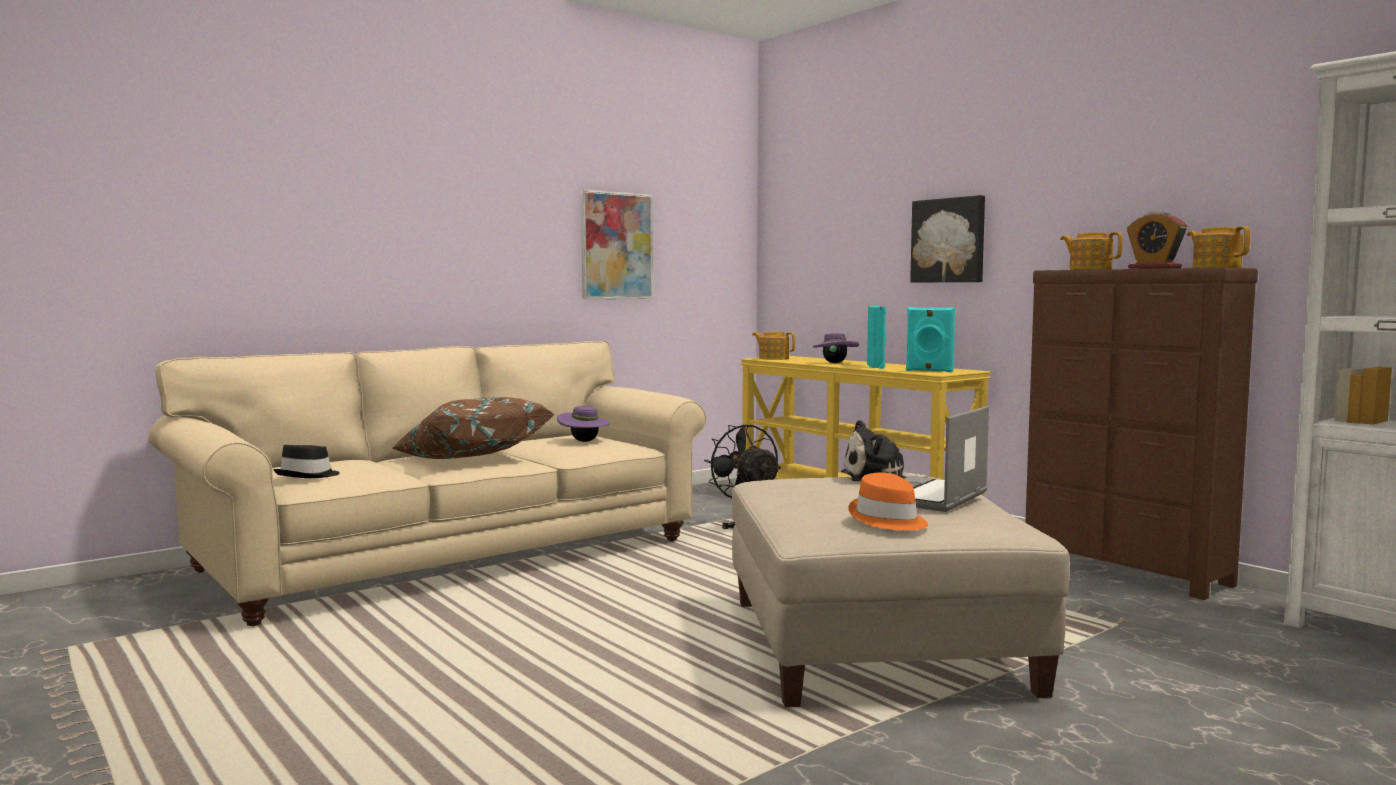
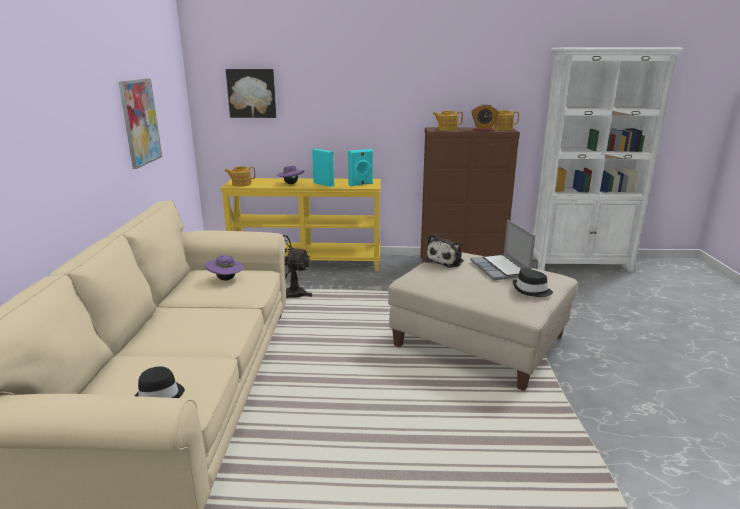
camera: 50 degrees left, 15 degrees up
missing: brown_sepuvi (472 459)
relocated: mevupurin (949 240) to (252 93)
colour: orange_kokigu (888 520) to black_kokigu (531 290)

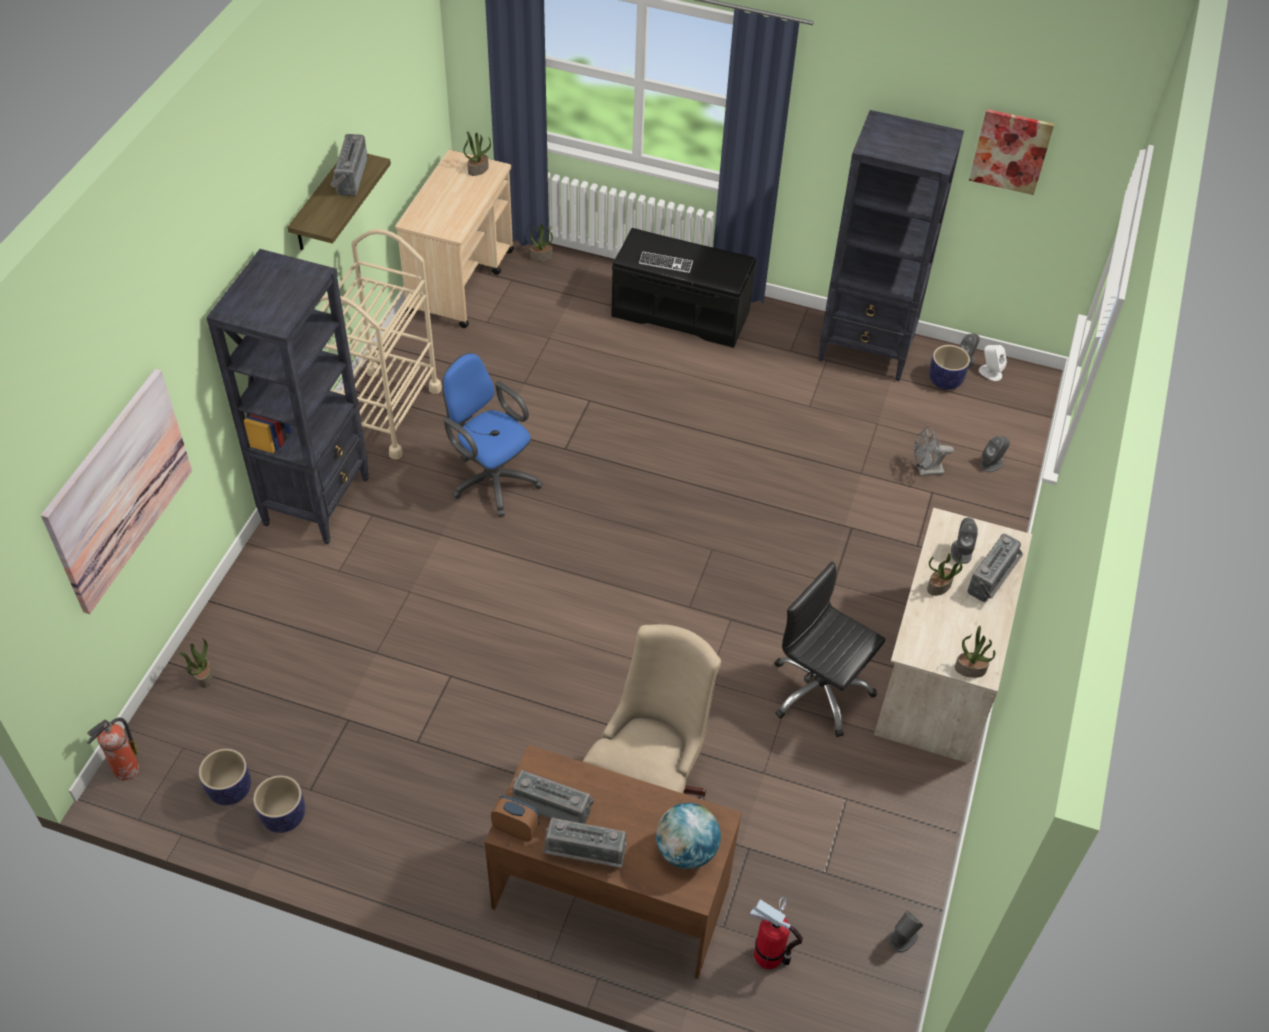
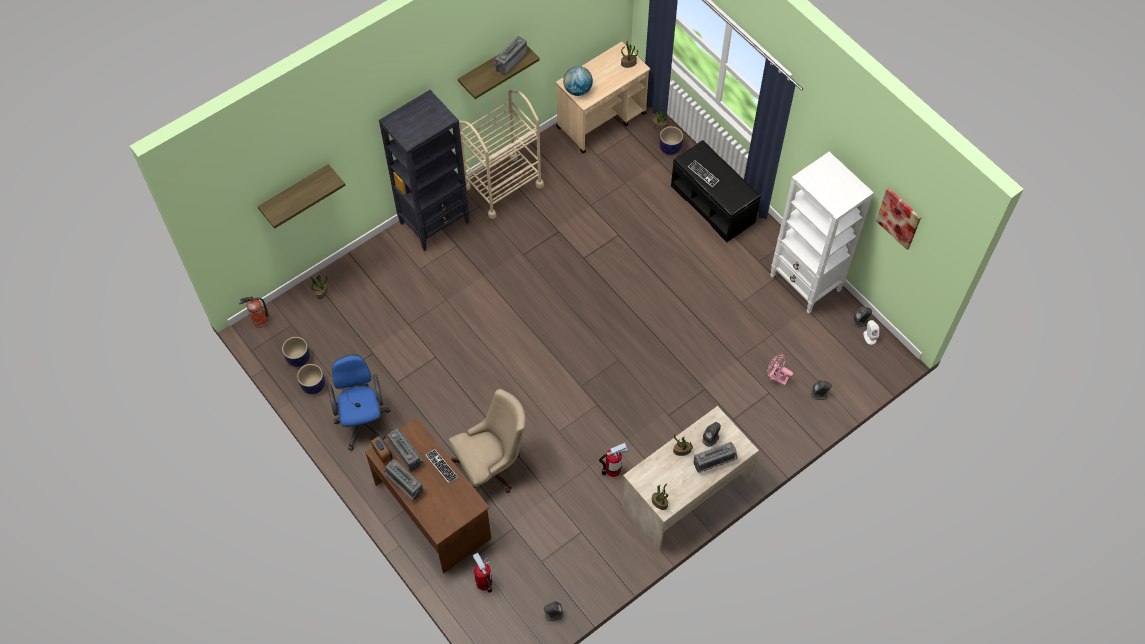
camera: 35 degrees right, 10 degrees up
appeared: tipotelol (441 466)
relocated: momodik (944 381) to (670 148); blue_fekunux (491 479) to (363 421); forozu (686 850) to (577 90)
exchanged: mevupurin (119 490) to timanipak (295 192); black_fekunux (820 692) to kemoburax (612 470)
colour: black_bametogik (866 350) to white_bametogik (805 284); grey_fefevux (925 471) to pink_fefevux (776 378)

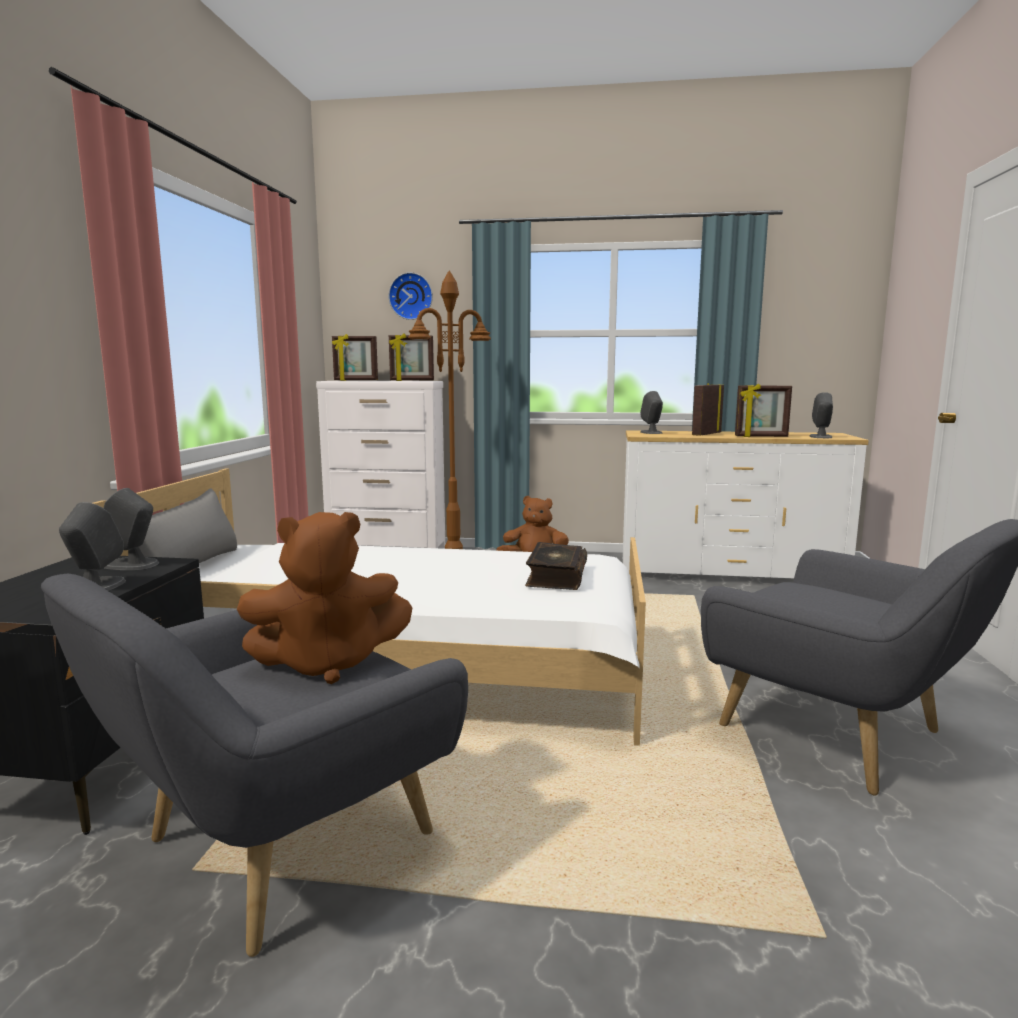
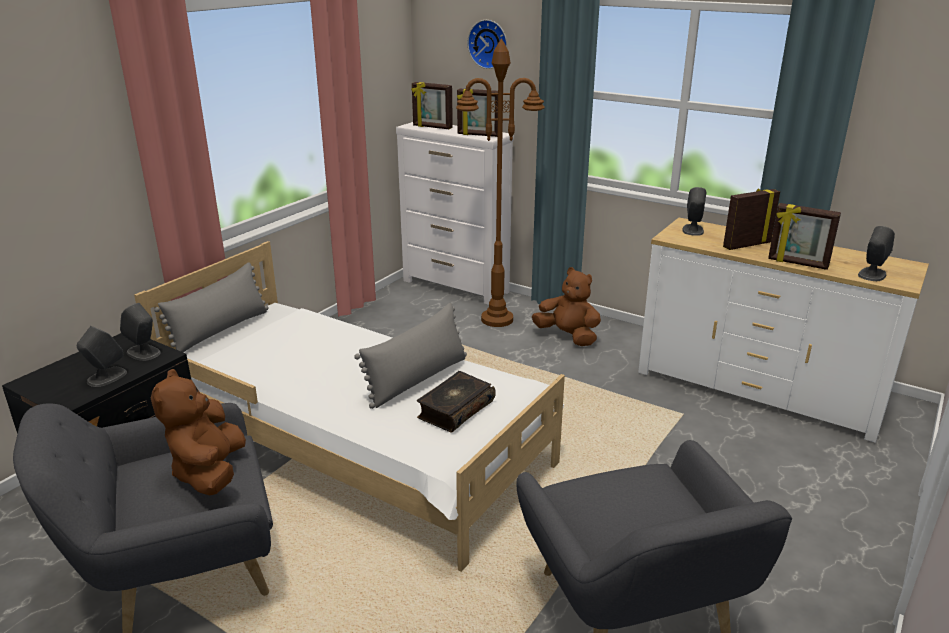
camera: 25 degrees right, 15 degrees up
appeared: grey_sepuvi (417 379)
spun: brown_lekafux (328 663) = (209 472) 75 degrees clockwise

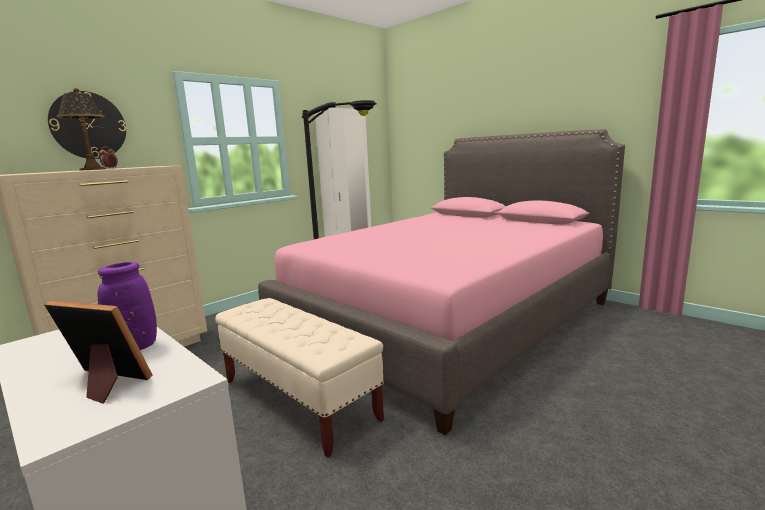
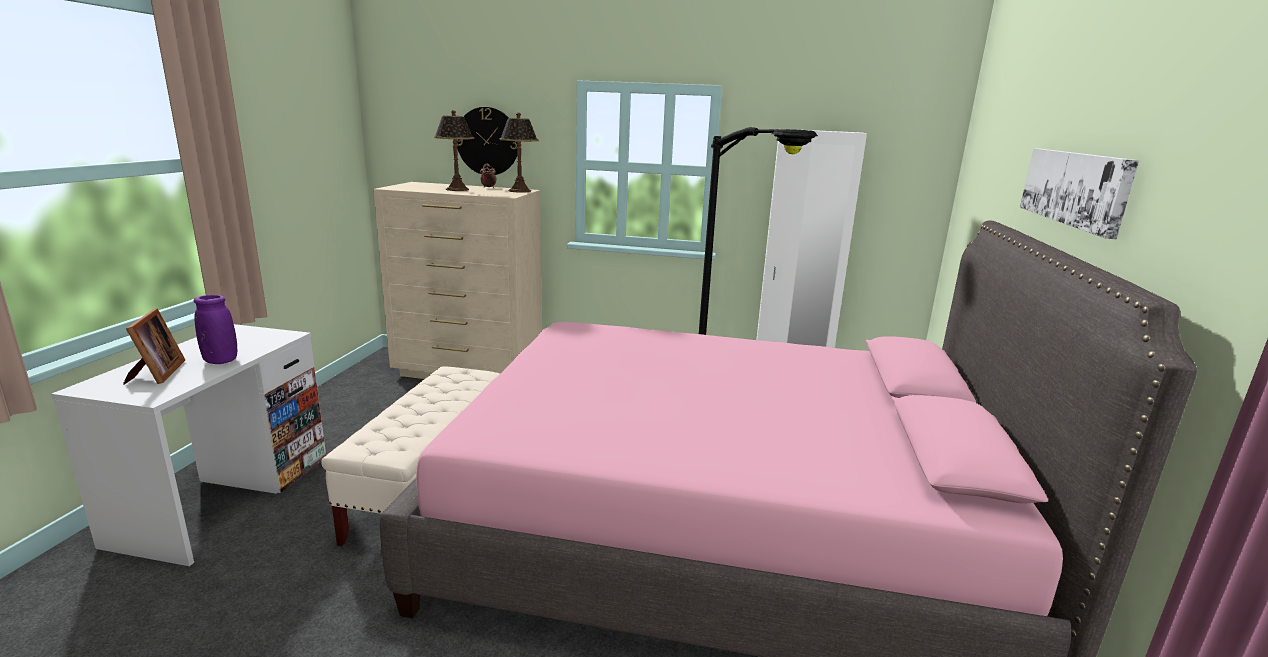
camera: 55 degrees right, 5 degrees up
appeared: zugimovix (519 191); mevupurin (1074 188)

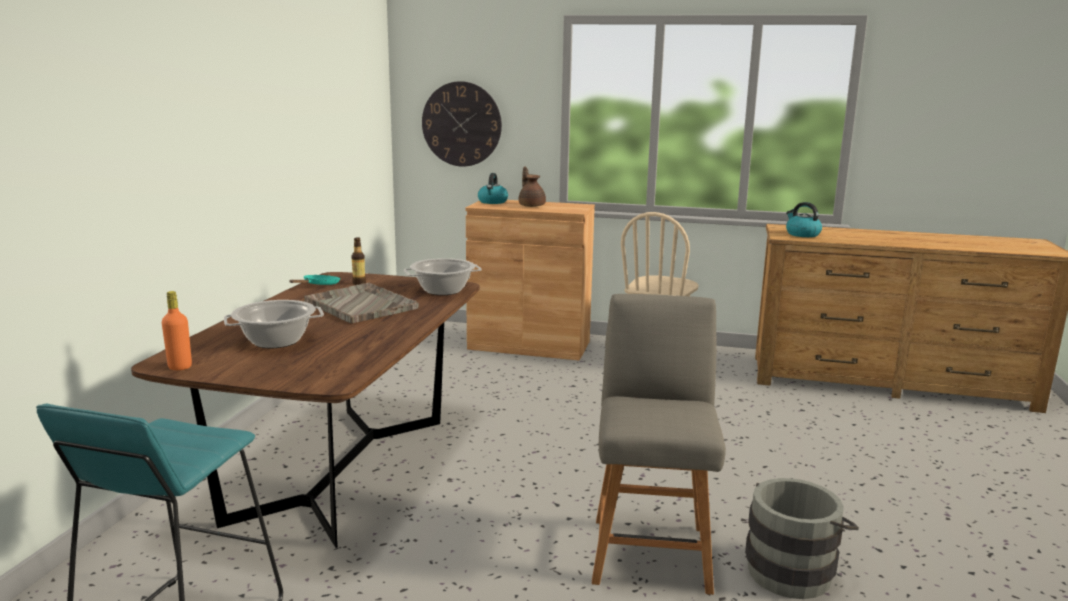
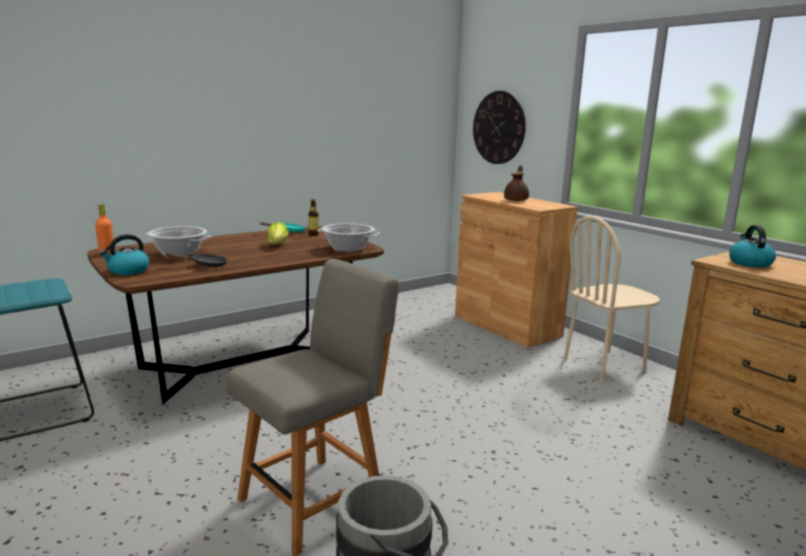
camera: 40 degrees right, 0 degrees up
appeared: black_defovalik (205 265)
relocated: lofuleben (493 202) to (128 271)
exchanged: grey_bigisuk (360 305) to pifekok (276 246)

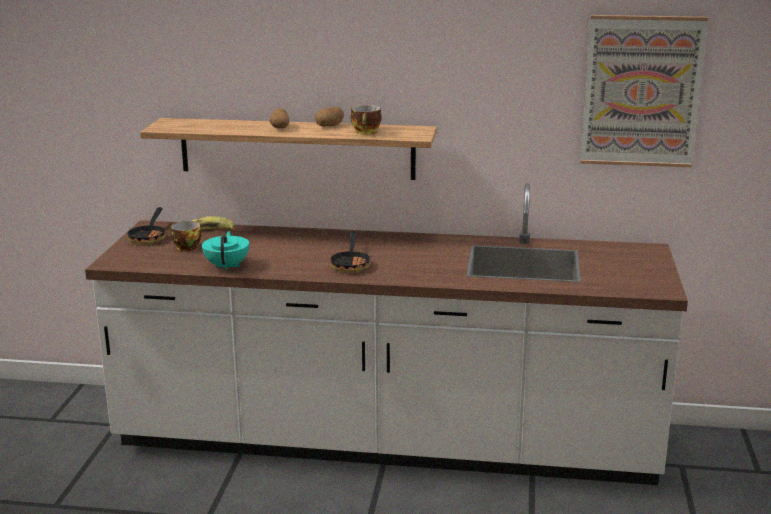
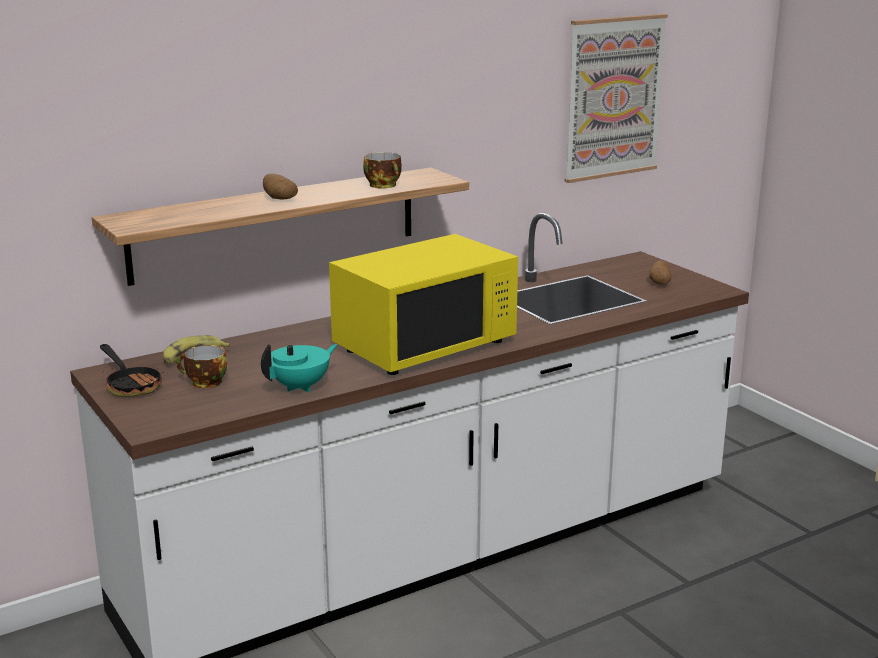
camera: 40 degrees left, 0 degrees up
relocated: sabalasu (329 126) to (660 282)
exchanged: defovalik (351 264) to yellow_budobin (424 345)
spun: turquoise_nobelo (227 266) = (301 387) 90 degrees clockwise

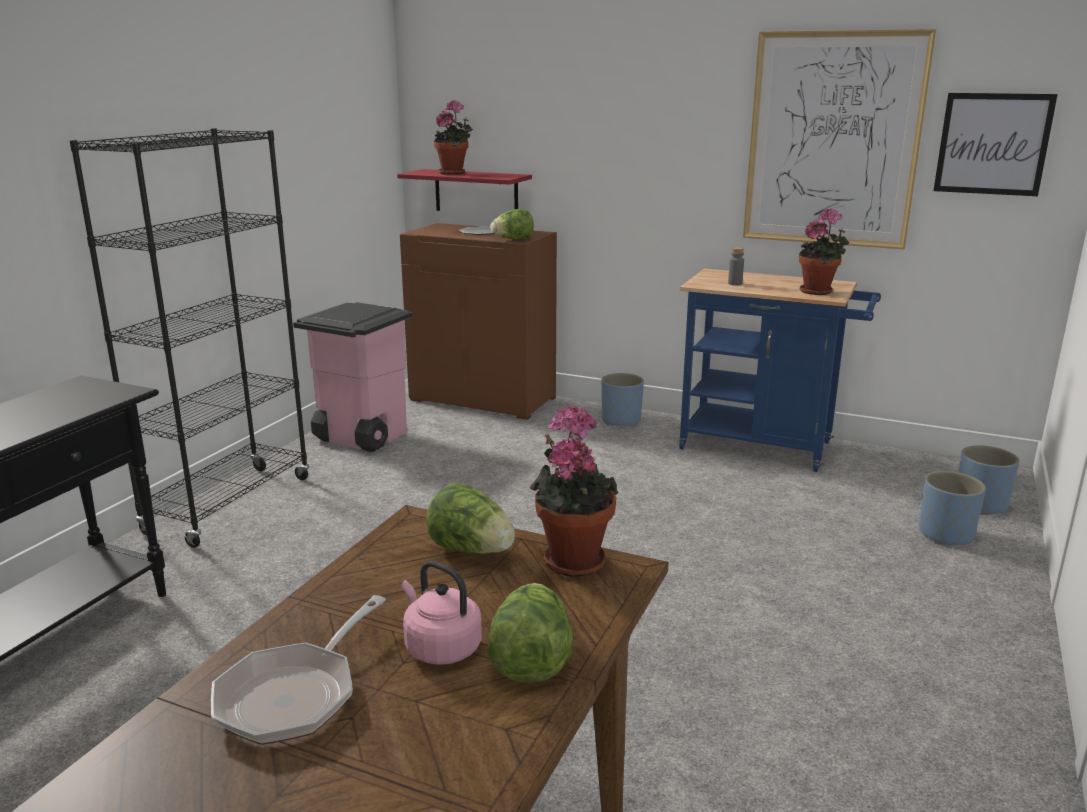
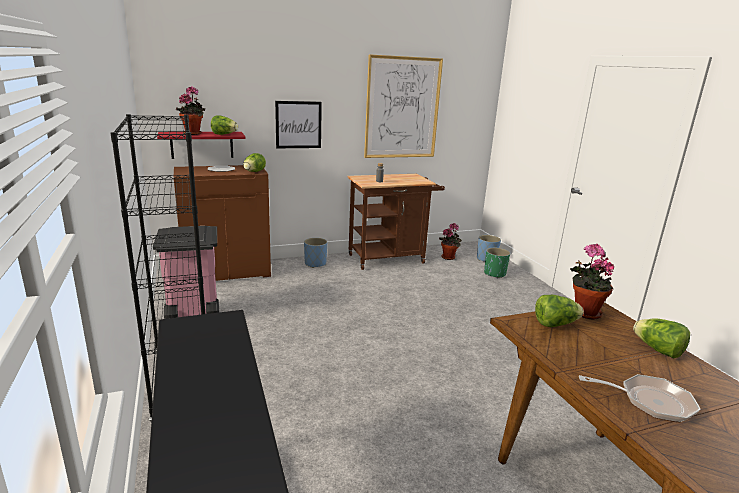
camera: 45 degrees left, 0 degrees up
missing: pink_lofuleben (440 647)
appeared: pifekok (224 134)
relocated: mevupurin (993 144) to (298 125); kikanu (819 291) to (449 257)
colour: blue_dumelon (766 447) to brown_dumelon (390 258); blue_momodik (945 534) to green_momodik (494 274)
spun: defovalik (294 694) = (650 402) 60 degrees counterclockwise

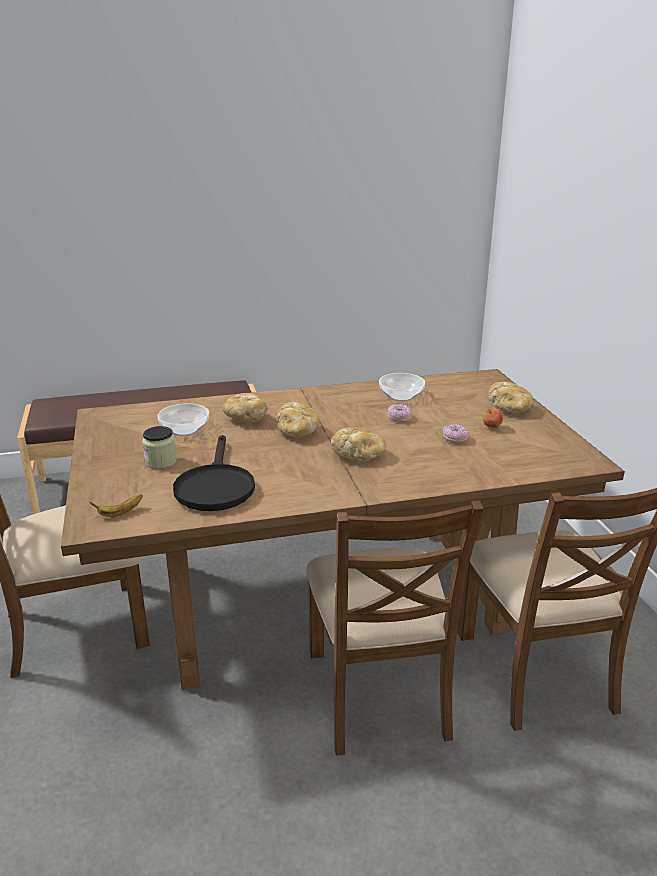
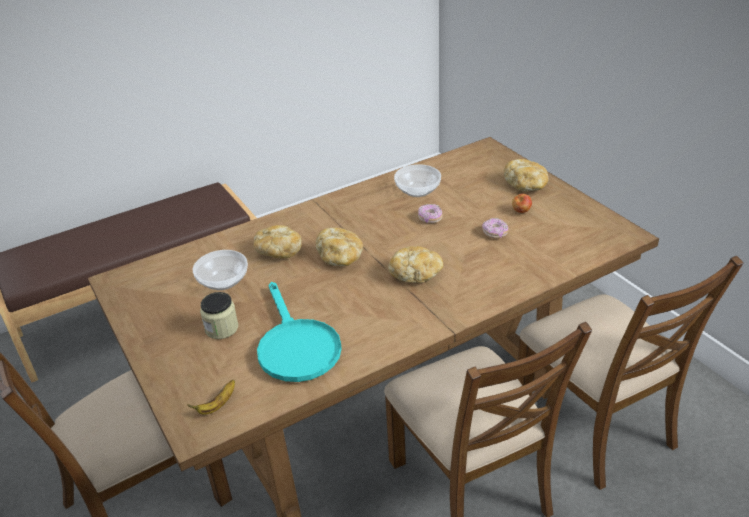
camera: 15 degrees left, 10 degrees up
colour: black_defovalik (215 486) to turquoise_defovalik (295 346)

